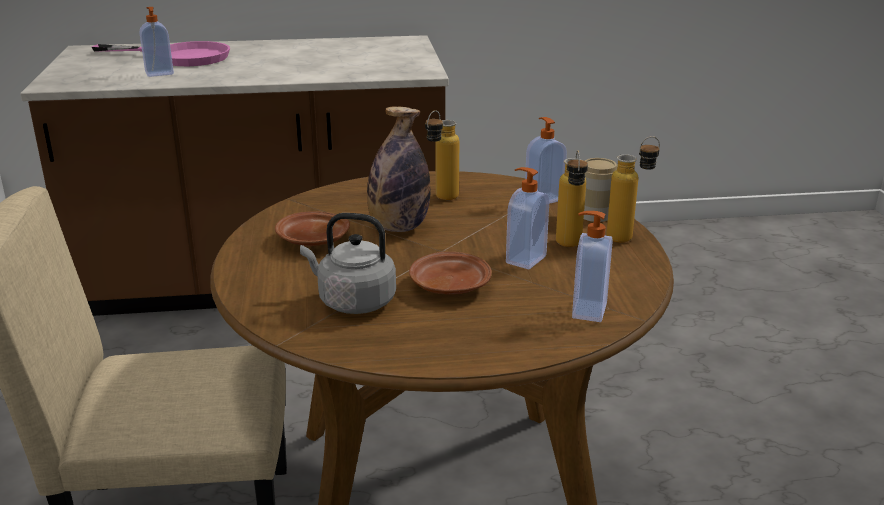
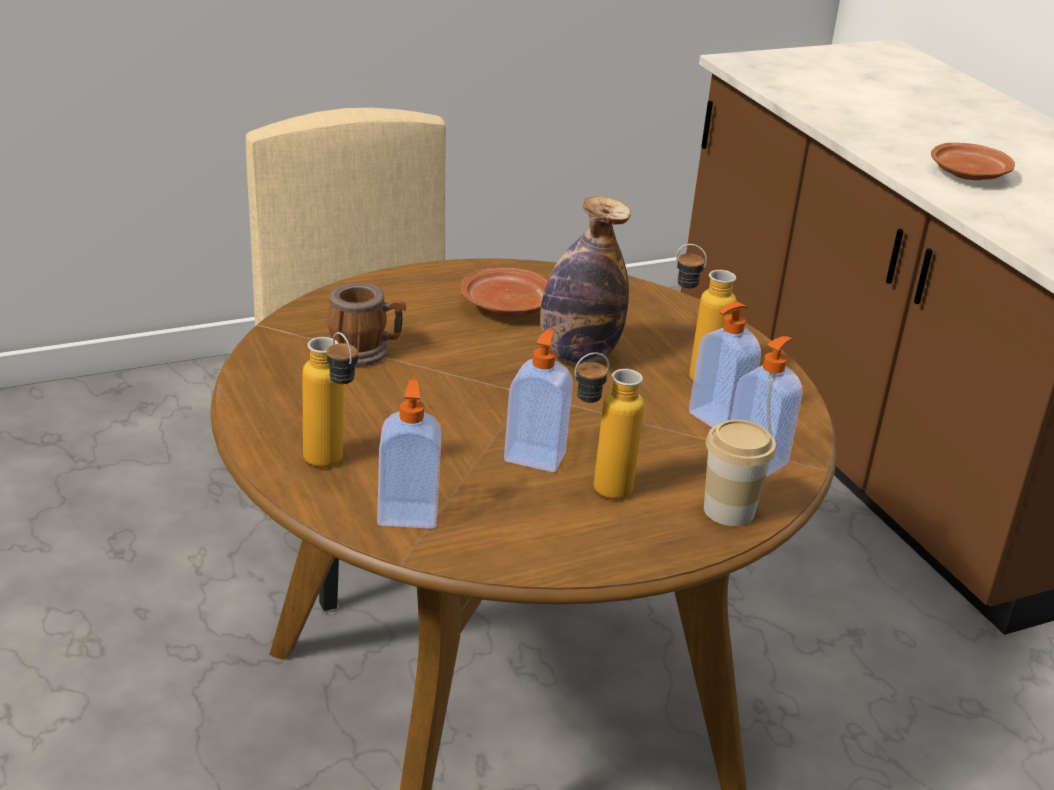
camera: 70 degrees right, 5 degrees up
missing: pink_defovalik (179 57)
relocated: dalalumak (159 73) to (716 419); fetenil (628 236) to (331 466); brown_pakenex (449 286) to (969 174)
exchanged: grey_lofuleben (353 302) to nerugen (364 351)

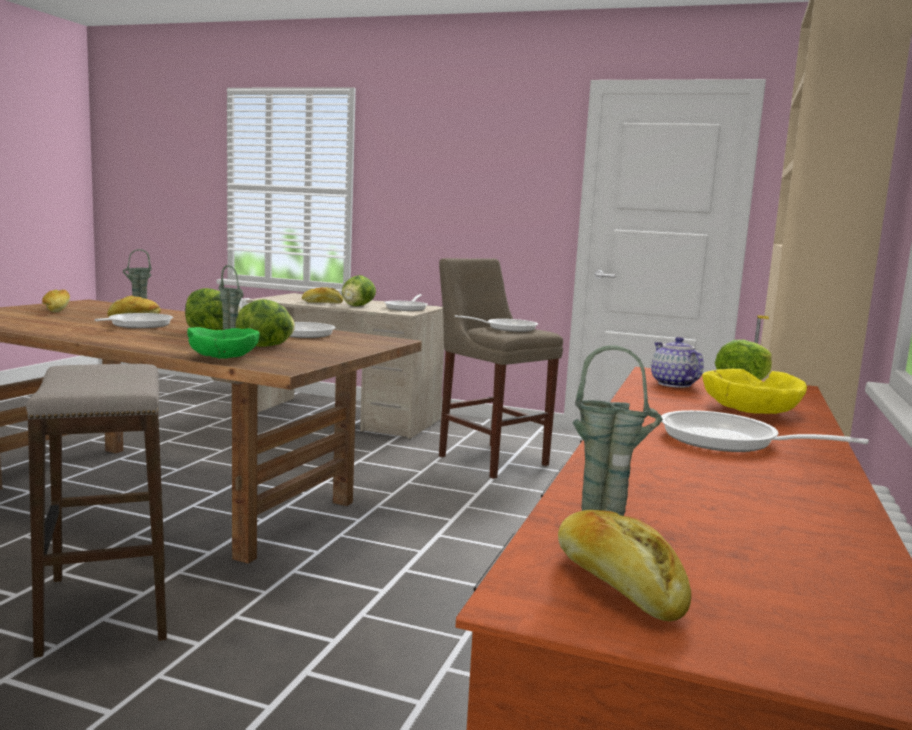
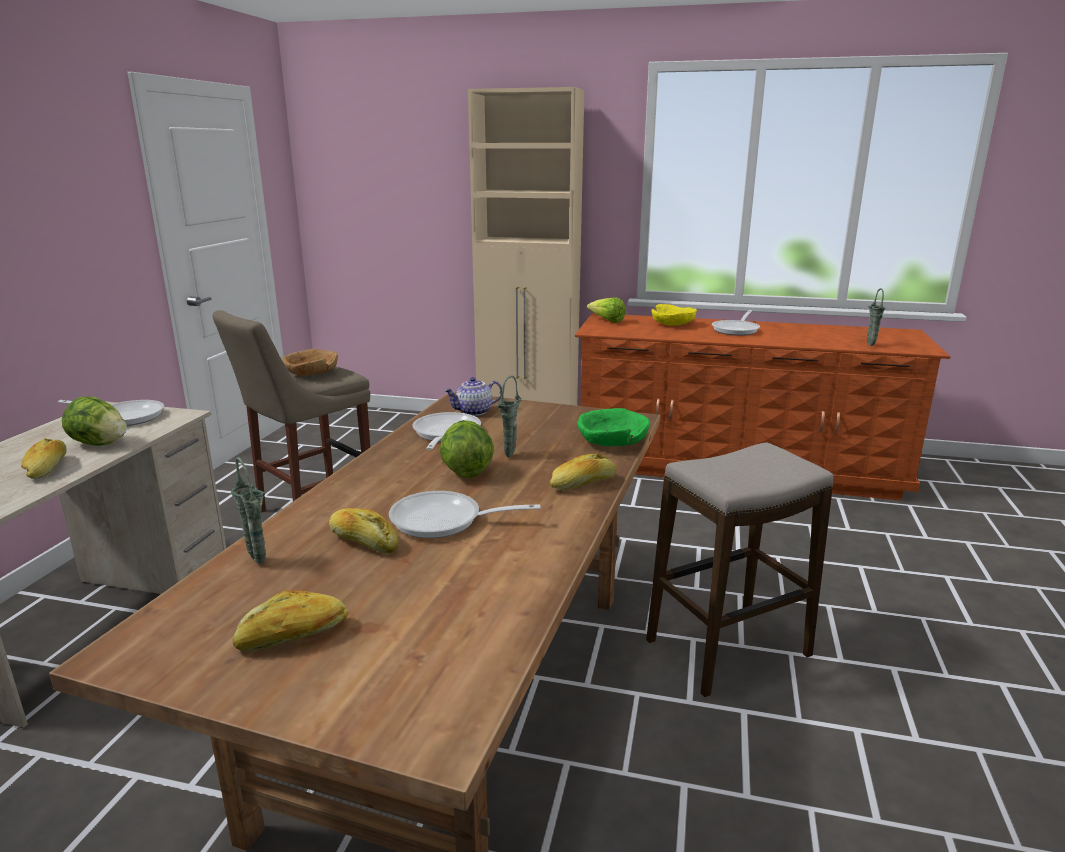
camera: 95 degrees left, 10 degrees up
missing: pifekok (266 346)
relocated: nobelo (672 384) to (474 412); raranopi (617 584) to (583 484)
exchanged: defovalik (506 328) to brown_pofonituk (311 373)

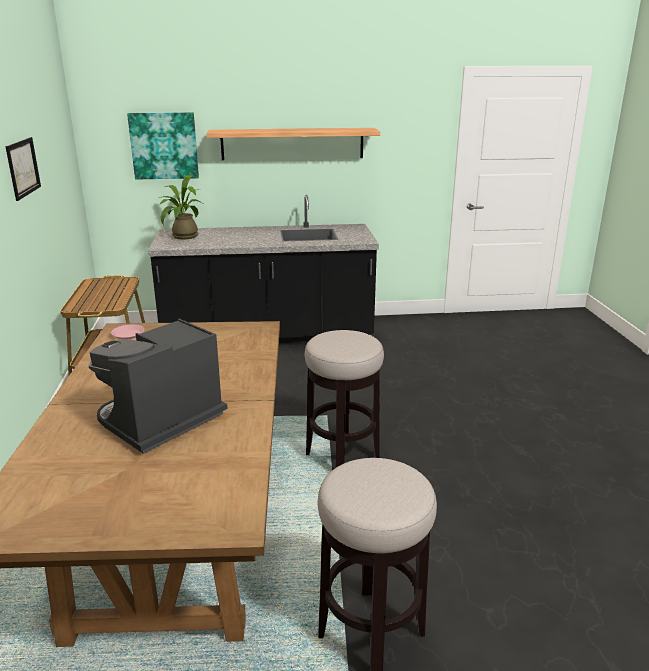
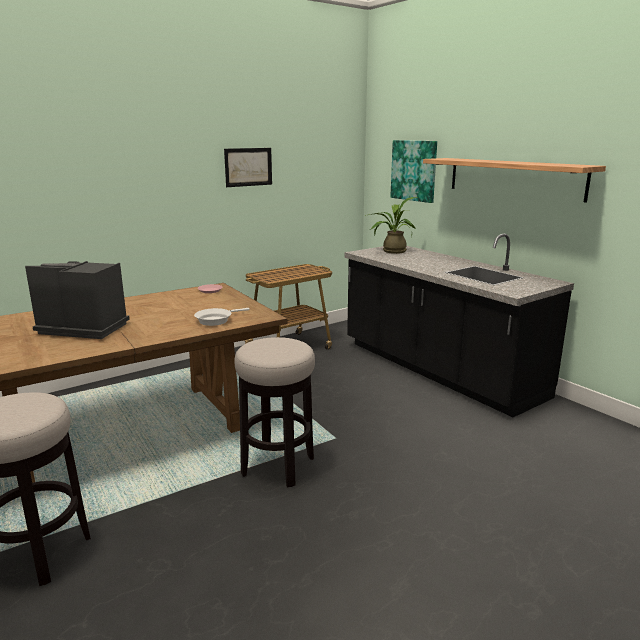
camera: 60 degrees right, 5 degrees down
appeared: white_defovalik (216 320)

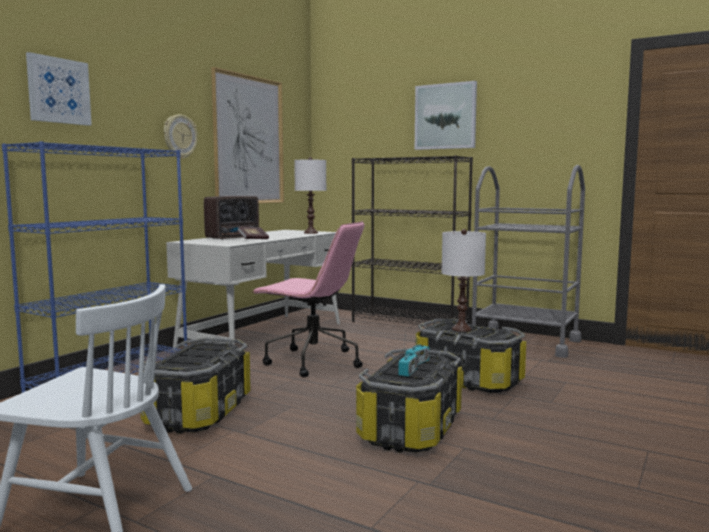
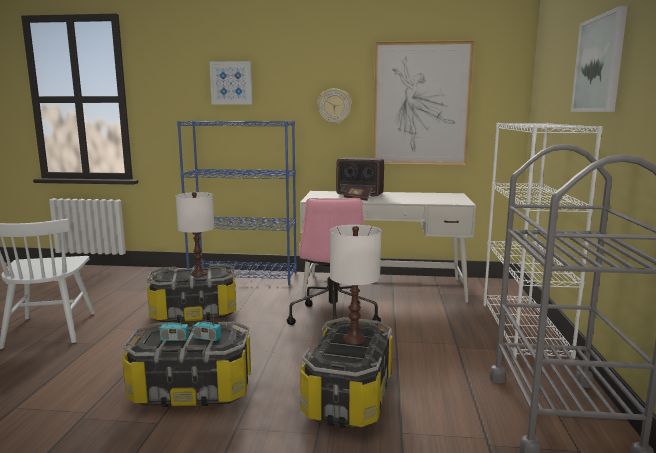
camera: 65 degrees right, 5 degrees up
relocated: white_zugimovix (311 233) to (198 274)
colour: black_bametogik (410 324) to white_bametogik (523 331)

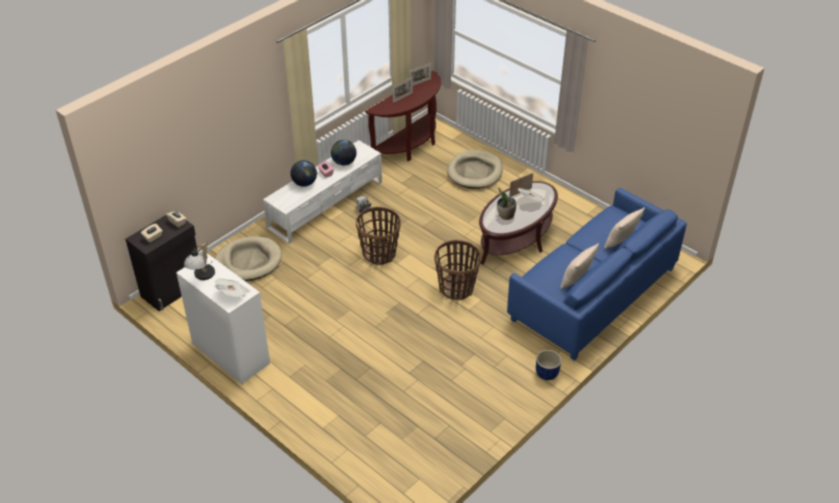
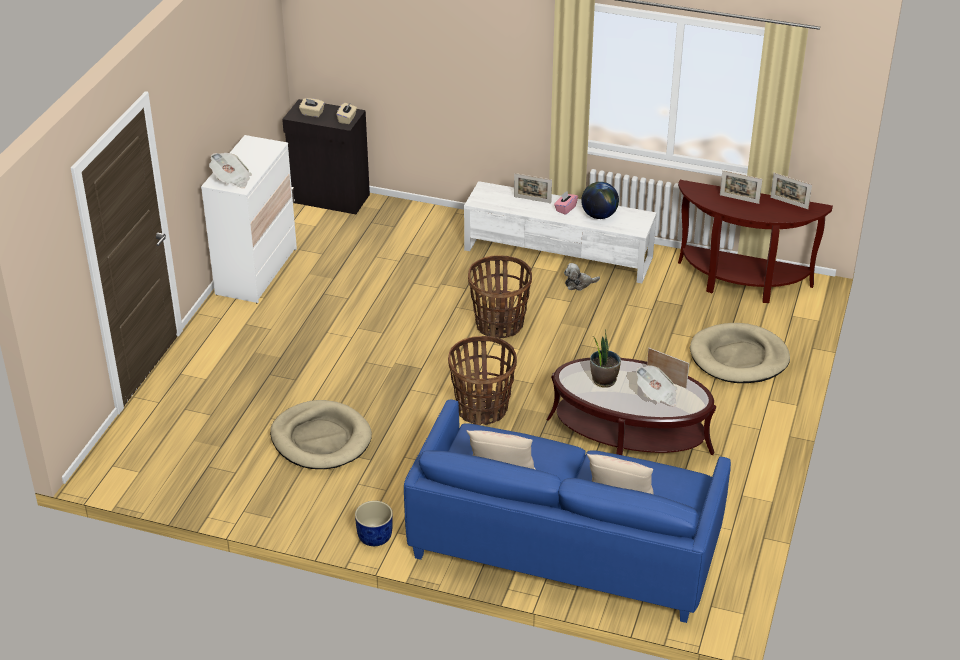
camera: 65 degrees right, 5 degrees down
missing: zugimovix (202 277)
relocated: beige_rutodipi (248 262) to (321 439)
exchanged: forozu (304 183) to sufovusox (532 200)

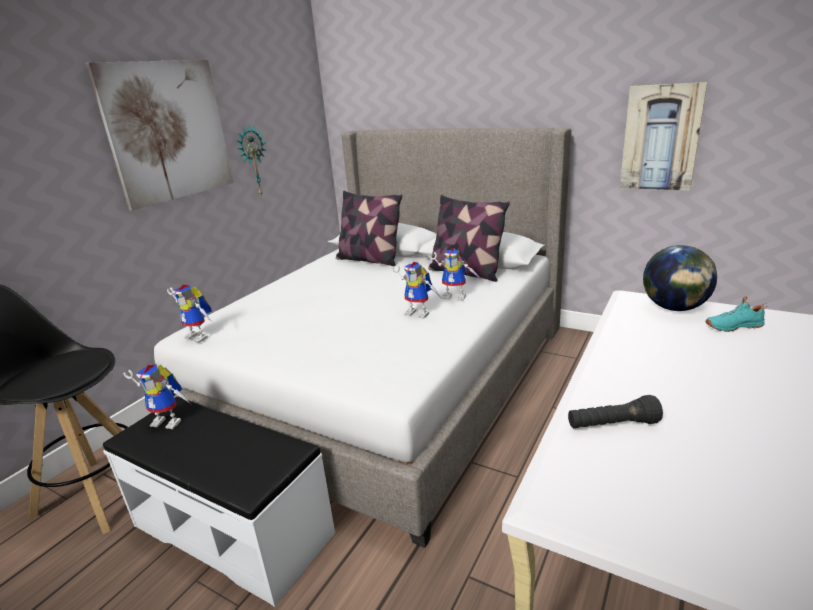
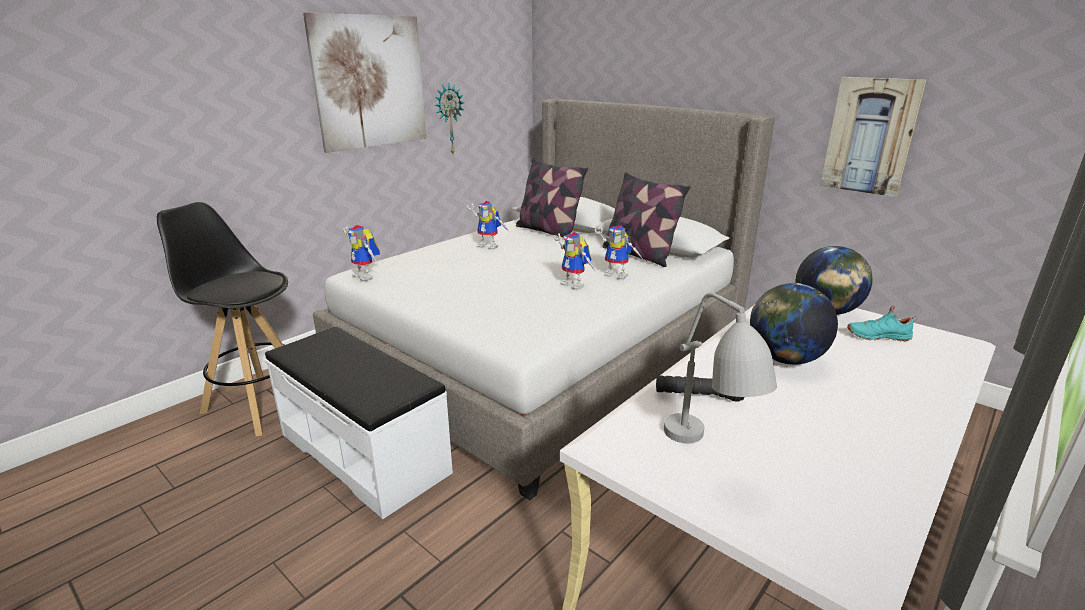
camera: 10 degrees right, 0 degrees up
appeared: forozu (785 359); grey_zugimovix (707 458)
relocated: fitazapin (171 421) to (490 246)

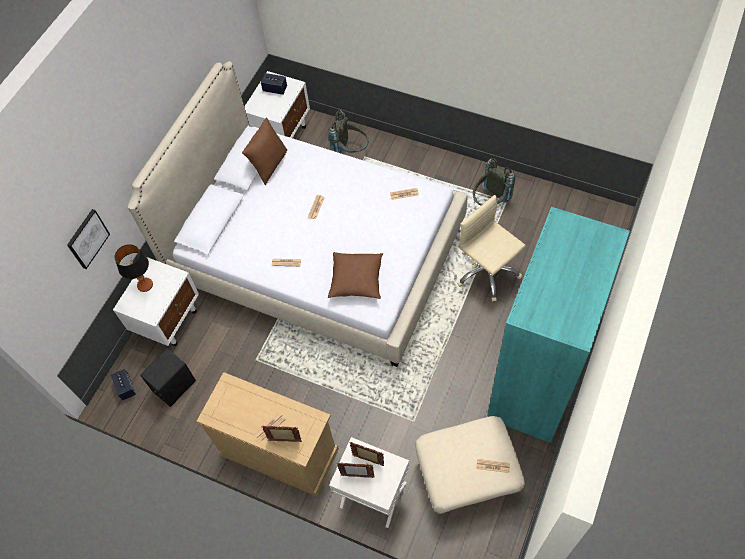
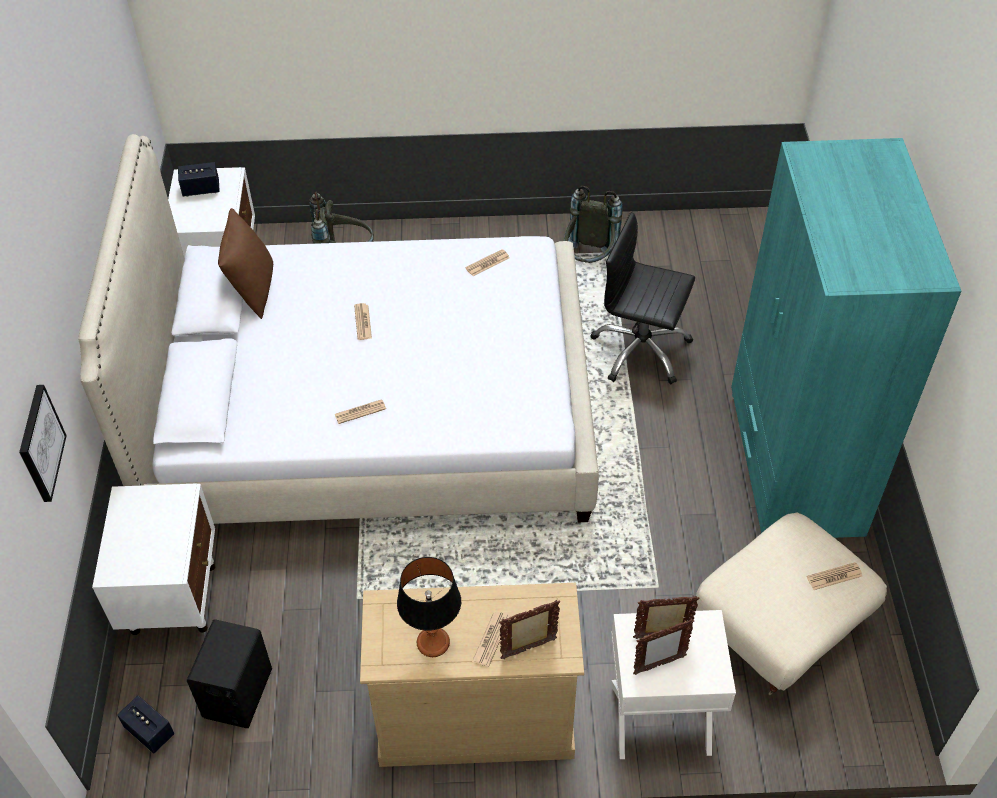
camera: 30 degrees left, 10 degrees down
missing: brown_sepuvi (357 281)
relocated: zugimovix (145 285) to (433 643)
colour: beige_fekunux (487 272) to black_fekunux (640 350)

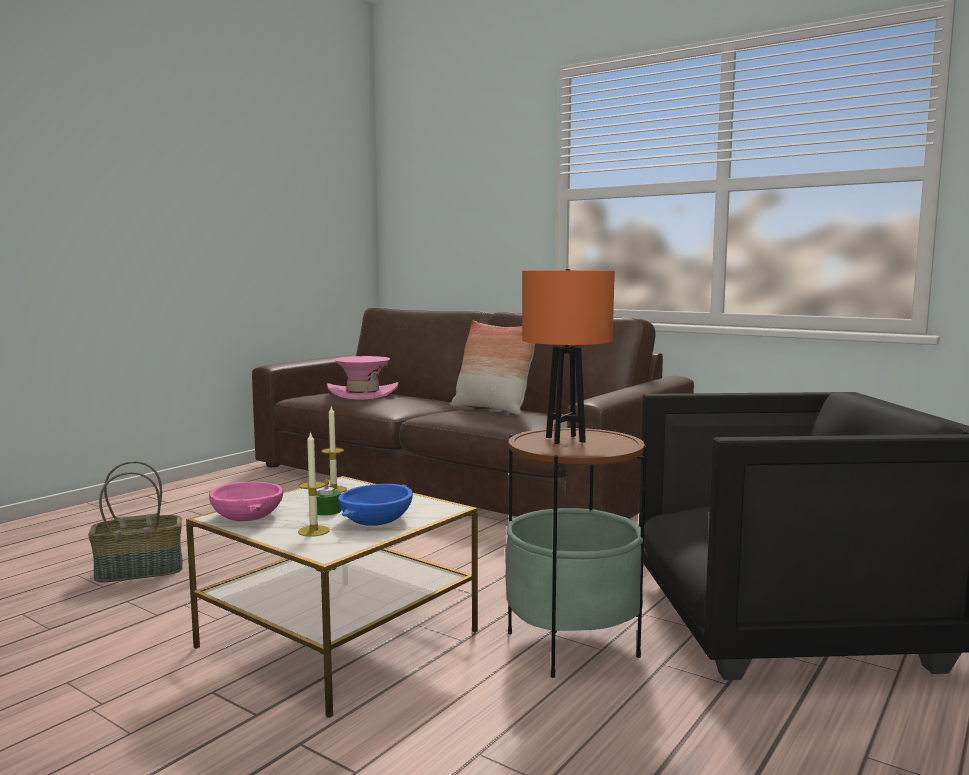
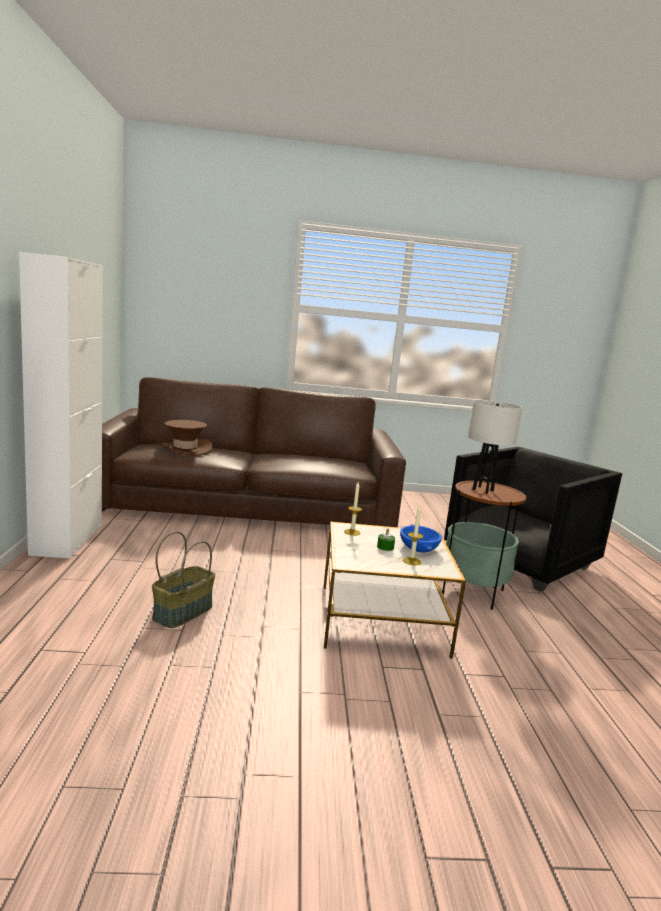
camera: 40 degrees left, 5 degrees up
missing: sepuvi (492 409); pink_pofonituk (246 516)
appeared: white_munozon (67 539)
colour: orange_zugimovix (565 439) to white_zugimovix (482 490); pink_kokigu (363 393) to brown_kokigu (185 449)

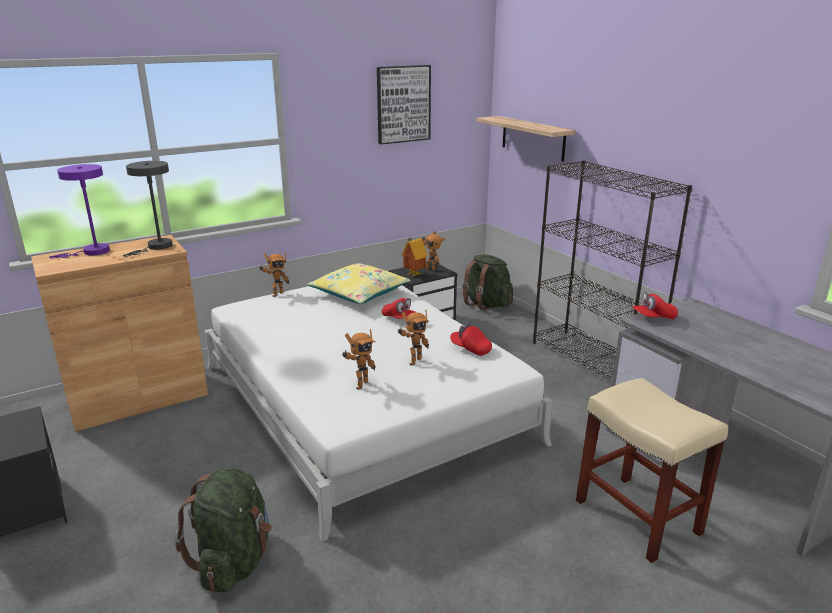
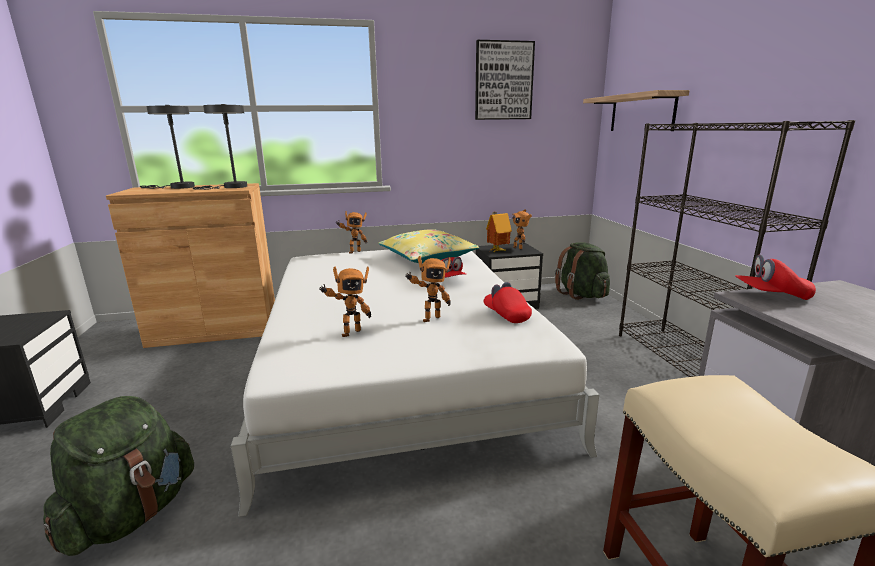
camera: 20 degrees right, 5 degrees down
colour: purple_zugimovix (92 252) to grey_zugimovix (178 187)

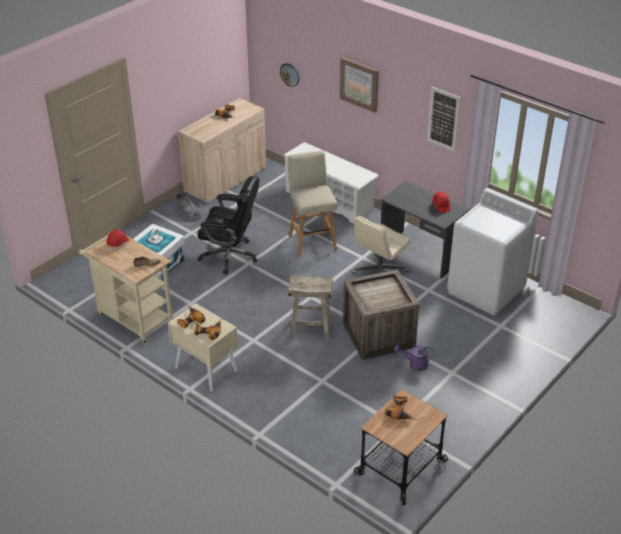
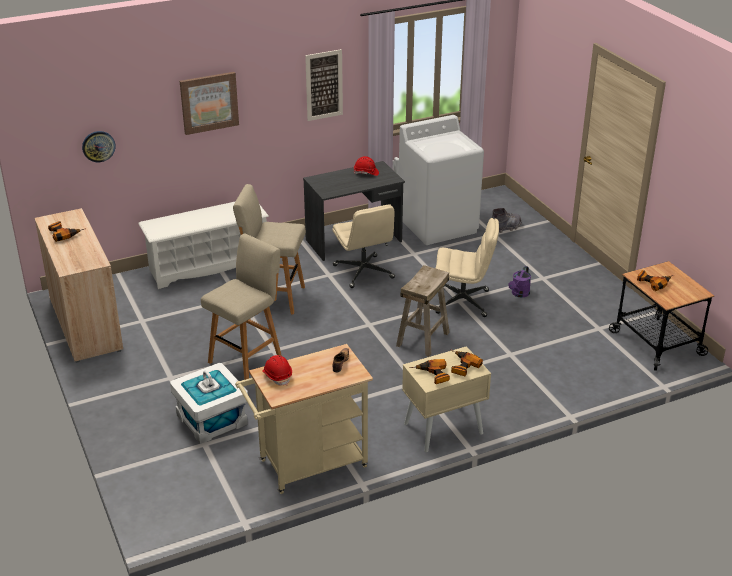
camera: 65 degrees left, 5 degrees down
relocated: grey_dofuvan (189 214) to (505 227)
exchanged: black_fekunux (230 256) to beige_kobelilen (247 360); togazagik (378 336) to beige_fekunux (463 302)

